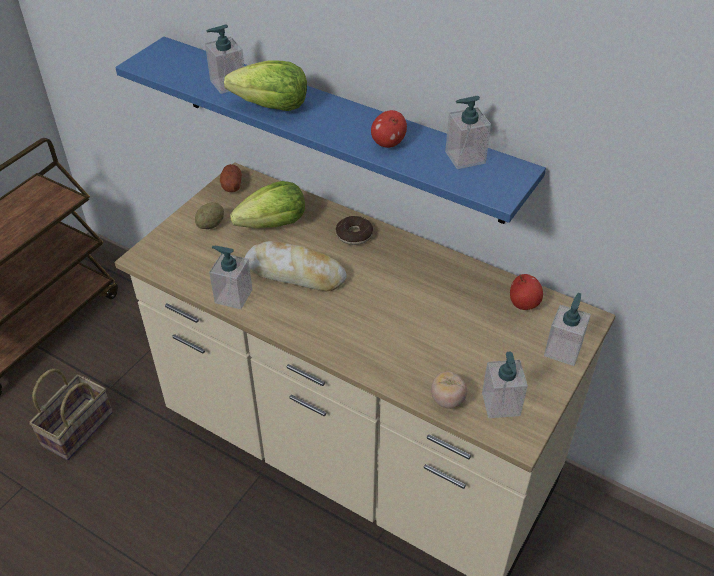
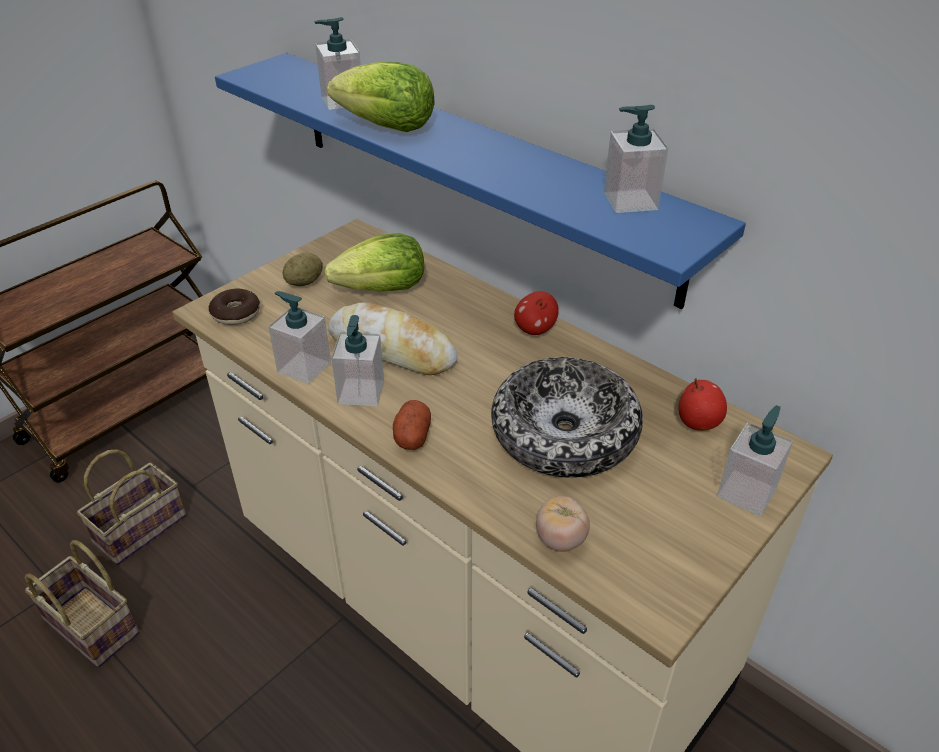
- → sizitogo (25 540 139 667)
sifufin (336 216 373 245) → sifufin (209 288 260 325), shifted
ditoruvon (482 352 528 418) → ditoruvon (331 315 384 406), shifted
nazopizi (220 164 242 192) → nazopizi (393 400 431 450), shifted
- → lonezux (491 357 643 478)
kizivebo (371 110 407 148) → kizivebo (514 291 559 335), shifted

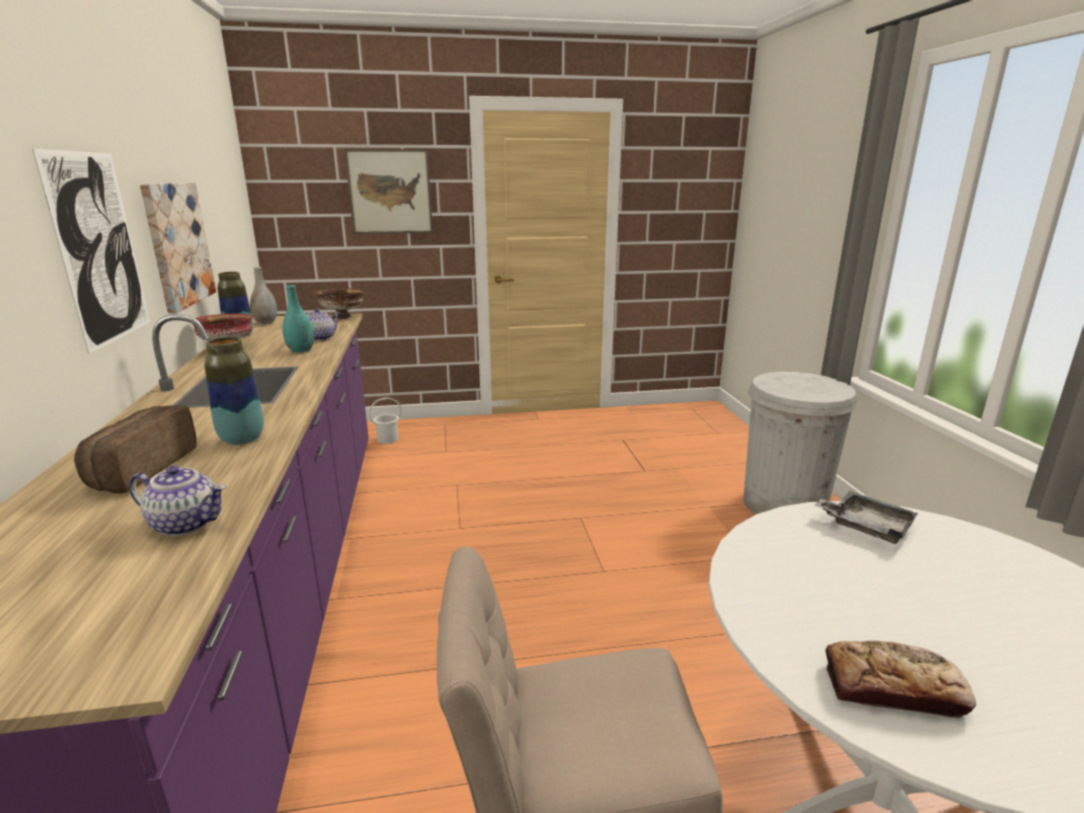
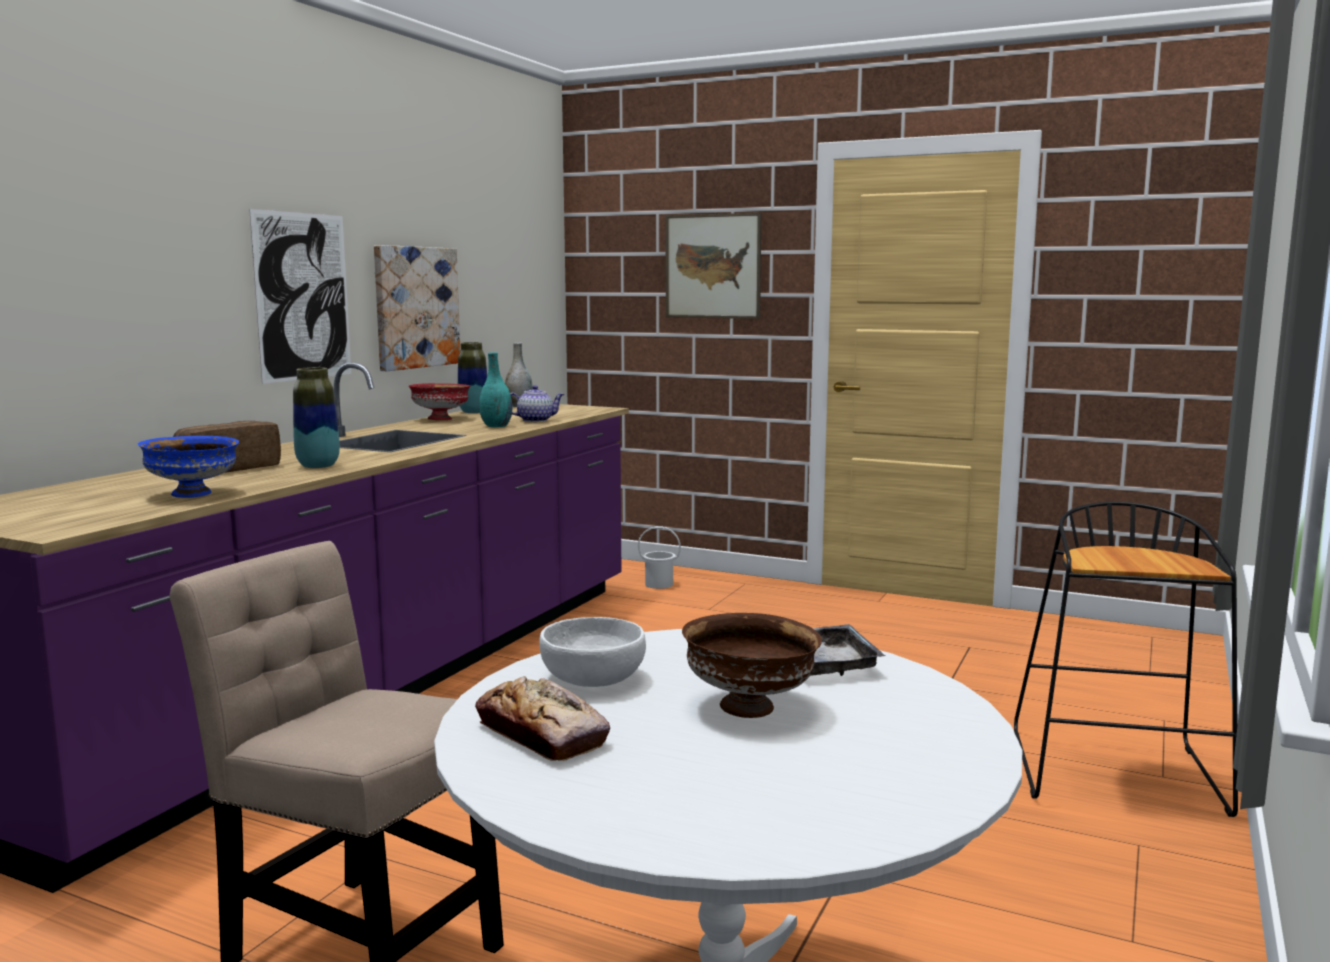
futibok (129 465 226 536) → lonezux (blue) (138 436 239 498)
- → lonezux (white) (539 617 646 687)
lonezux (brown) (316 288 364 319) → lonezux (brown) (682 613 822 718), shifted
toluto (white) (743 372 858 514) → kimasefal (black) (1014 502 1238 817)

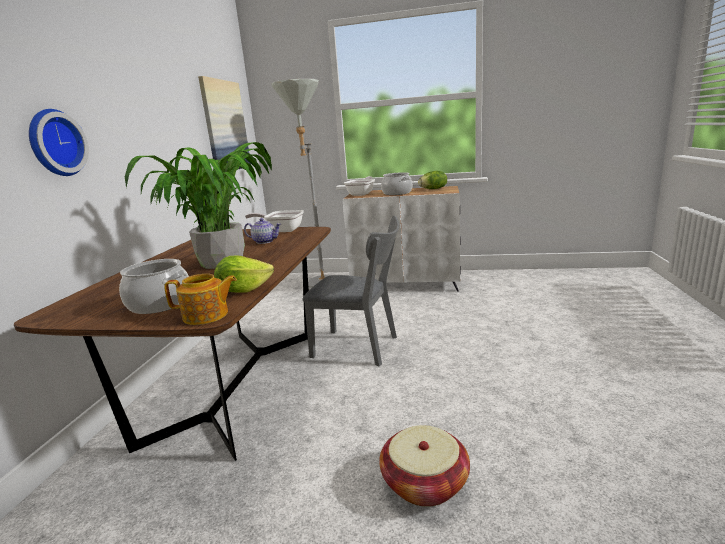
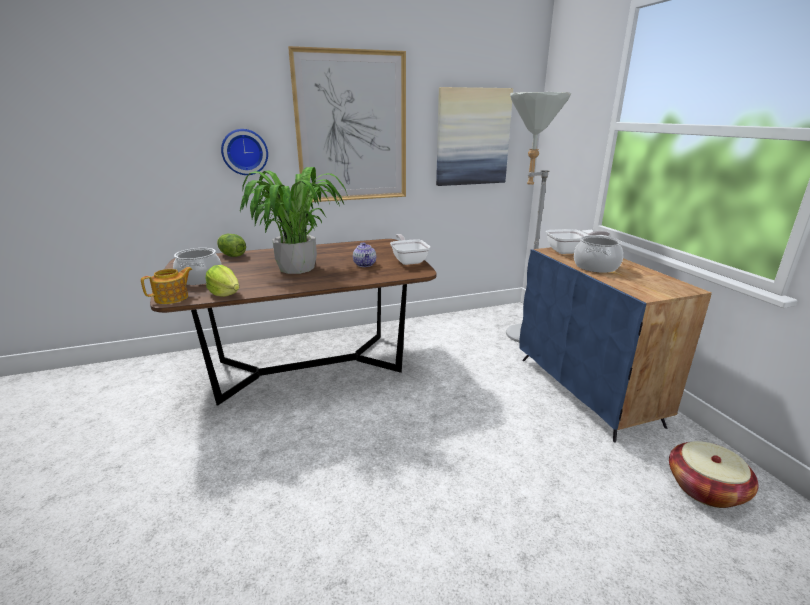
futibok (164 274 237 325) → futibok (141 267 193 304), 105 degrees counterclockwise
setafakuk (418 171 447 189) → setafakuk (217 234 246 257), shifted
- → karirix (288 46 406 202)
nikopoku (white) (342 186 461 292) → nikopoku (blue) (520 247 712 443)
sizitogo (379 425 470 507) → sizitogo (669 441 759 508), shifted
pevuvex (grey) (302 216 399 366) → -

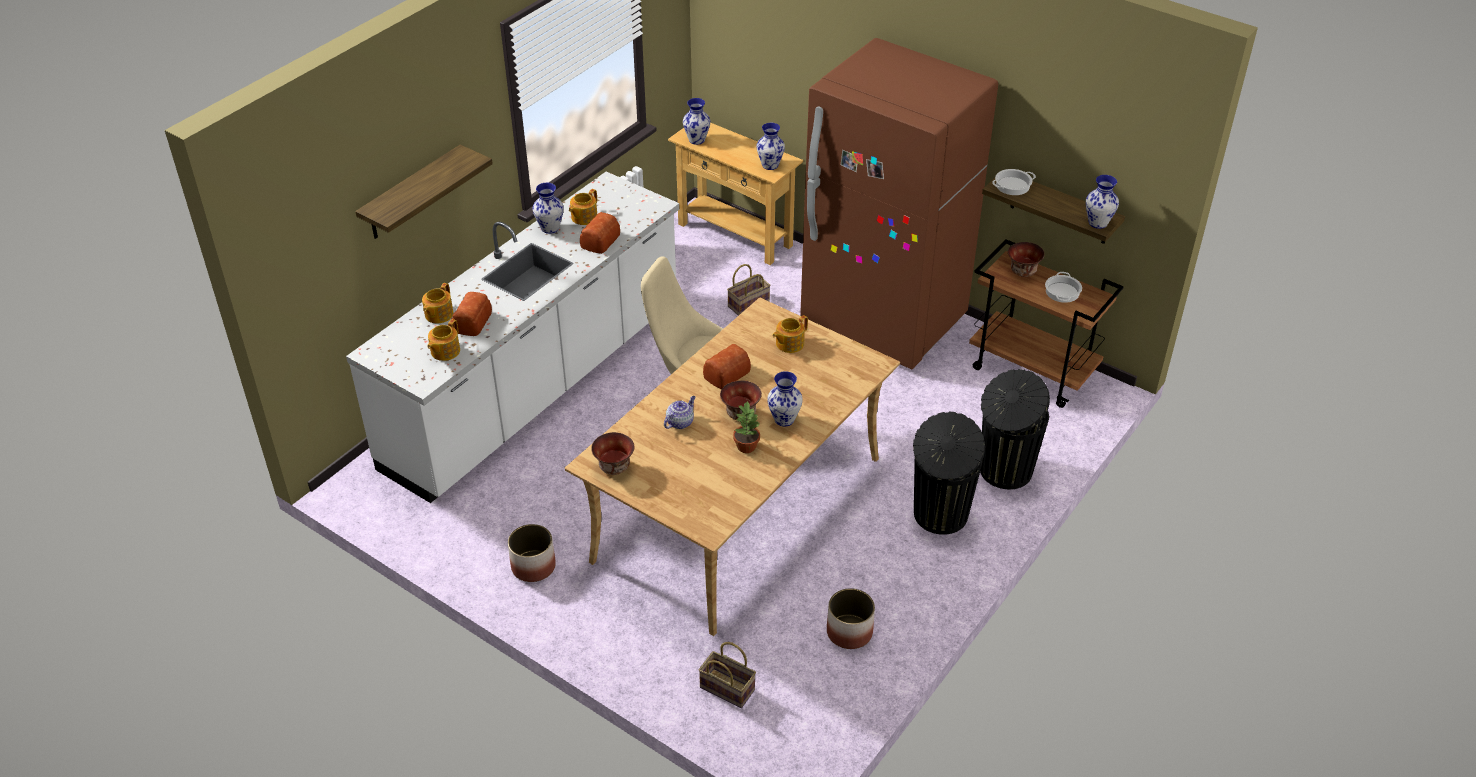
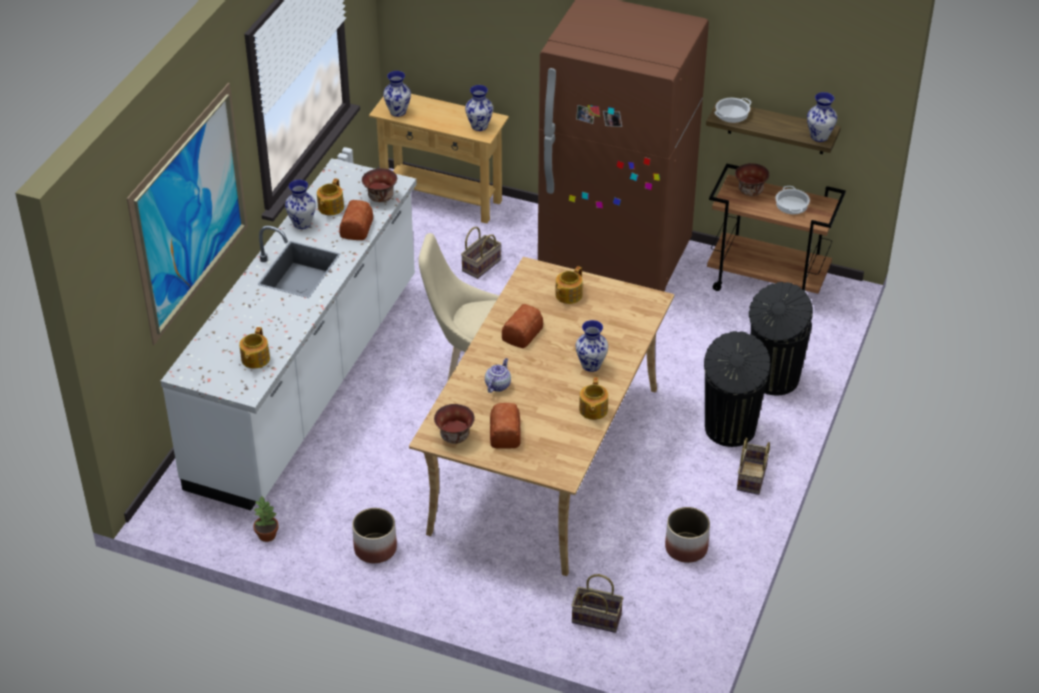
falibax (355 145 493 239) → karirix (127 83 248 345)
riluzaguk (733 401 760 453) → riluzaguk (253 496 279 542), shifted
lonezux (720 380 762 420) → lonezux (362 168 397 202), shifted
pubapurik (452 292 492 336) → pubapurik (490 403 521 449), shifted
futibok (422 283 454 323) → futibok (579 377 608 420), shifted
- → sizitogo (737 437 770 495)

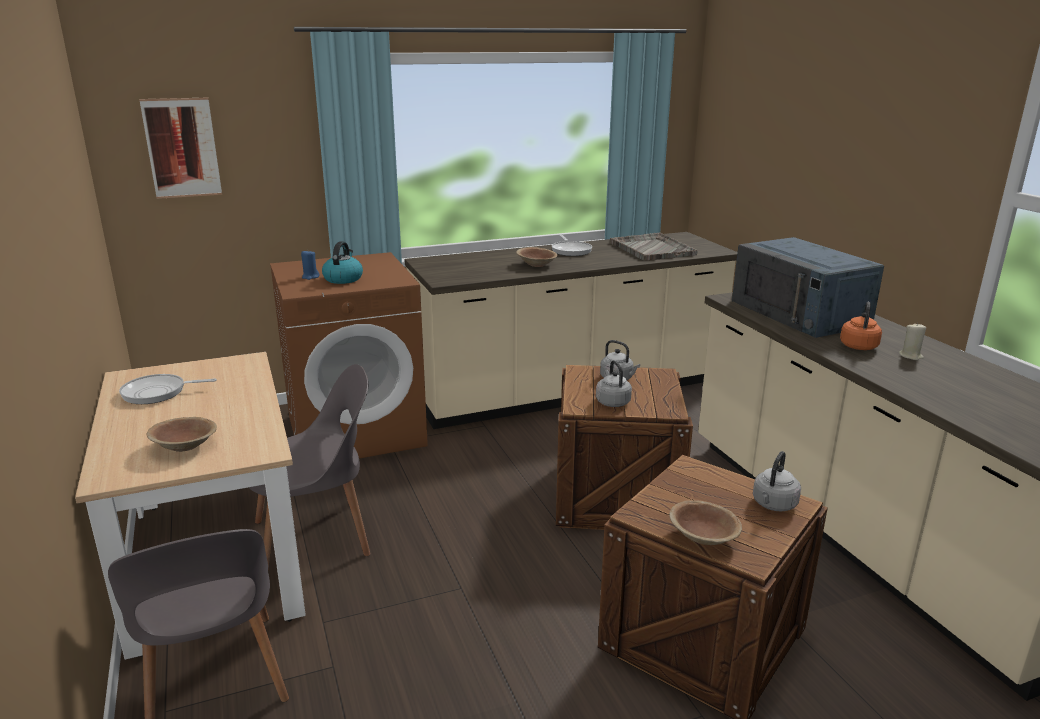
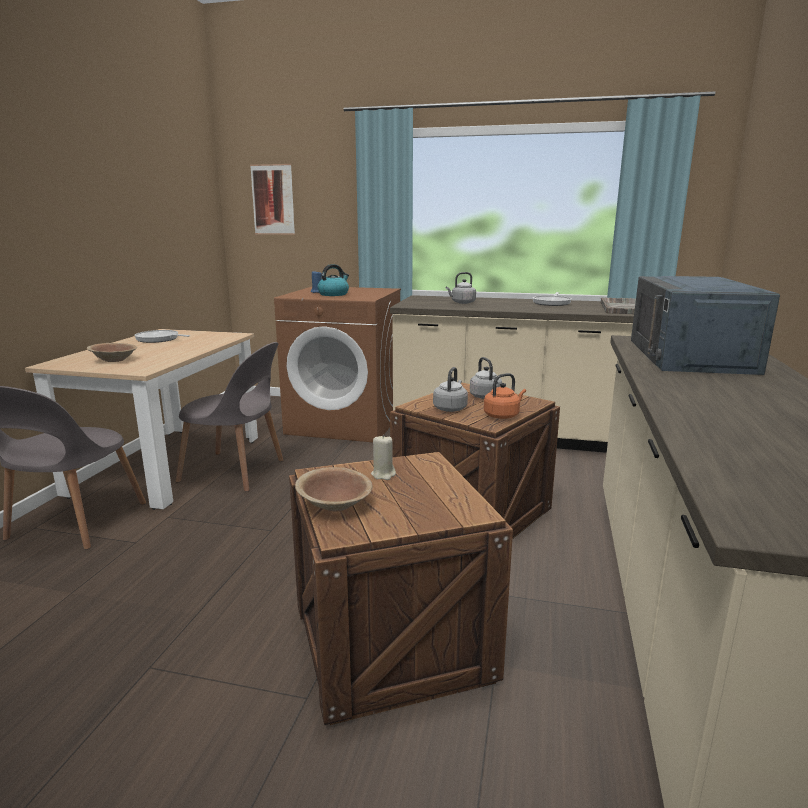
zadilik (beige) (899 323 926 360) → zadilik (beige) (371 435 396 480), shifted
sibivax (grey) (753 451 801 511) → sibivax (grey) (446 272 476 304), shifted
sibivax (orange) (840 302 882 350) → sibivax (orange) (484 373 526 419), shifted
lonezux (brown) (516 247 557 267) → -

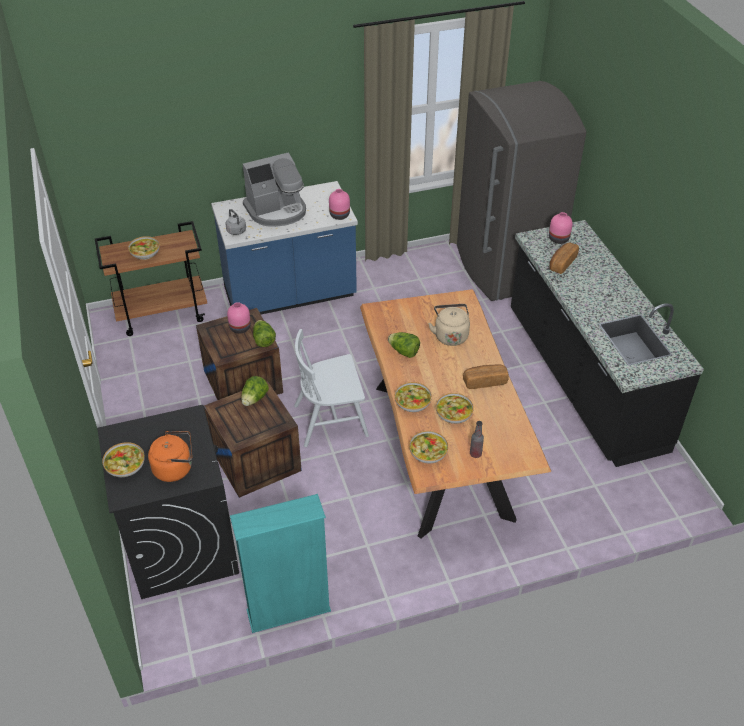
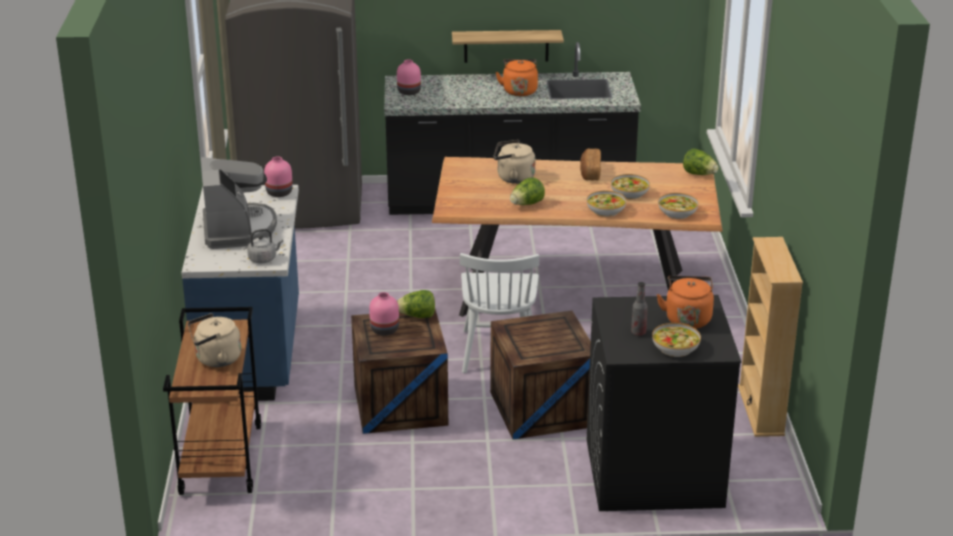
lonezux (128 236 160 260) → sibivax (beige) (188 313 241 367)
- → falibax (452 30 564 63)
- → sibivax (orange) (496 59 538 96)
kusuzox (470 421 484 458) → kusuzox (631 282 648 336), shifted
setafakuk (241 376 269 406) → setafakuk (683 149 718 175), shifted
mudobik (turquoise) (230 494 331 633) → mudobik (beige) (738 237 803 437)
pubapurik (550 242 579 274) → -

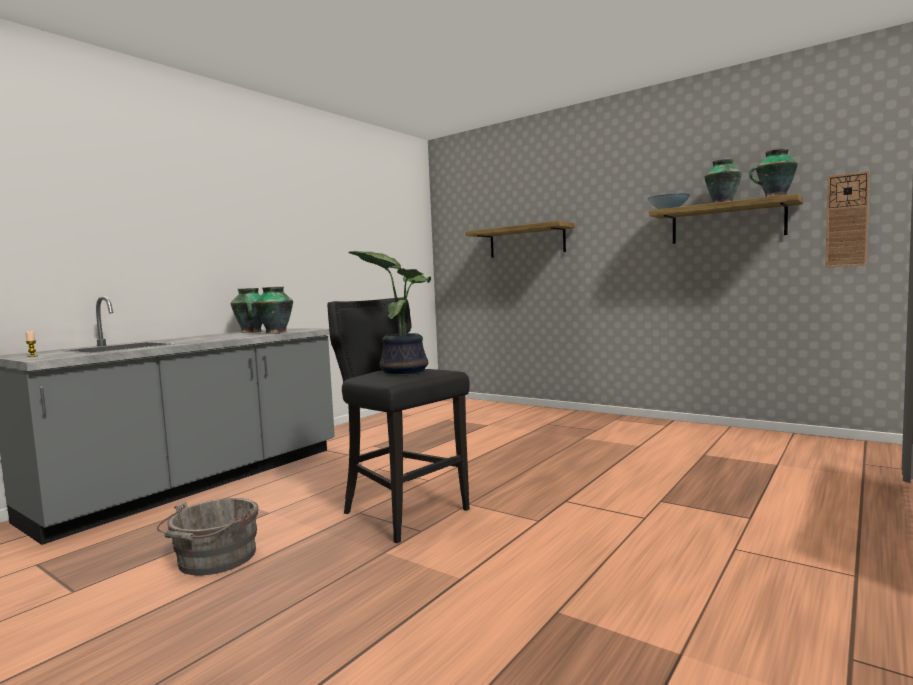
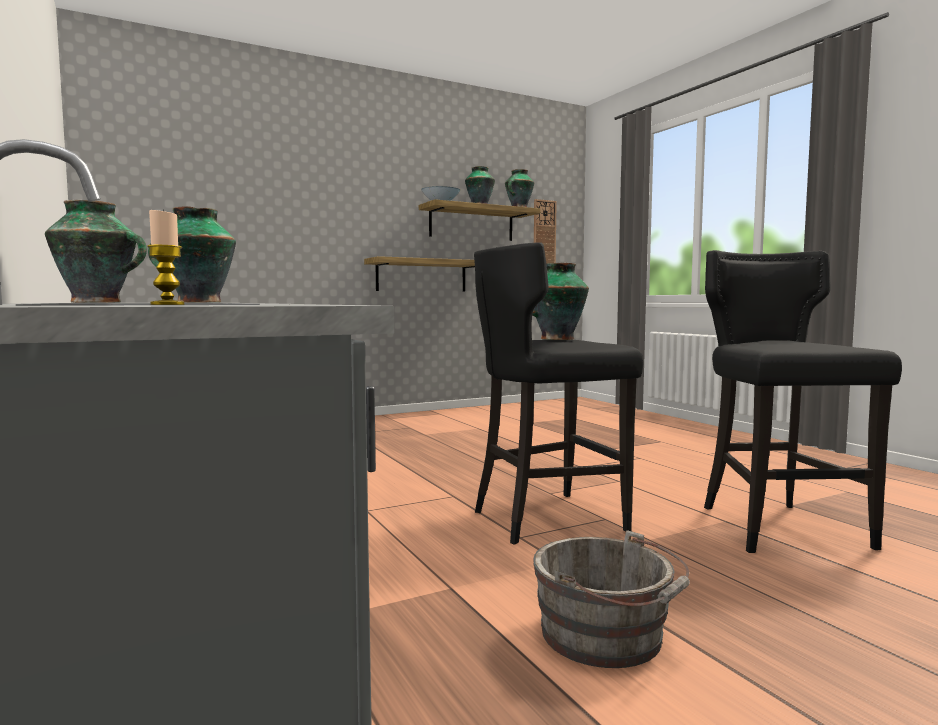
falibax (465 221 575 258) → falibax (364 256 475 292), shifted
riluzaguk (348 251 431 374) → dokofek (532 263 589 340)
- → kimasefal (black) (704 250 902 553)

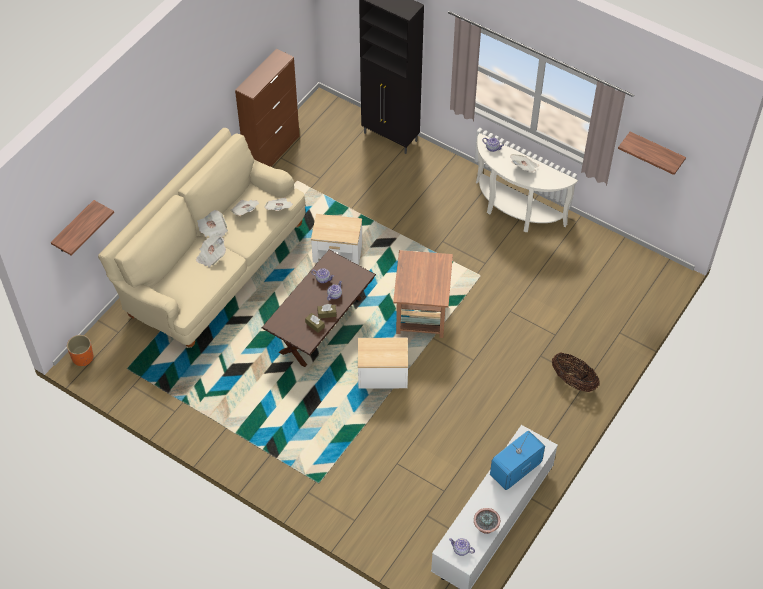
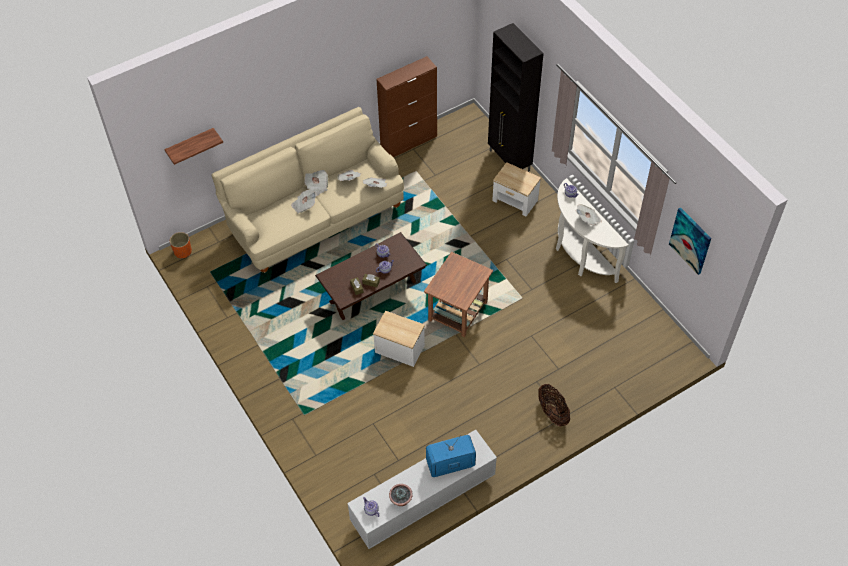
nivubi (311 214 362 265) → nivubi (492 162 541 216), shifted
falibax (618 132 686 175) → karirix (669 207 711 275)

